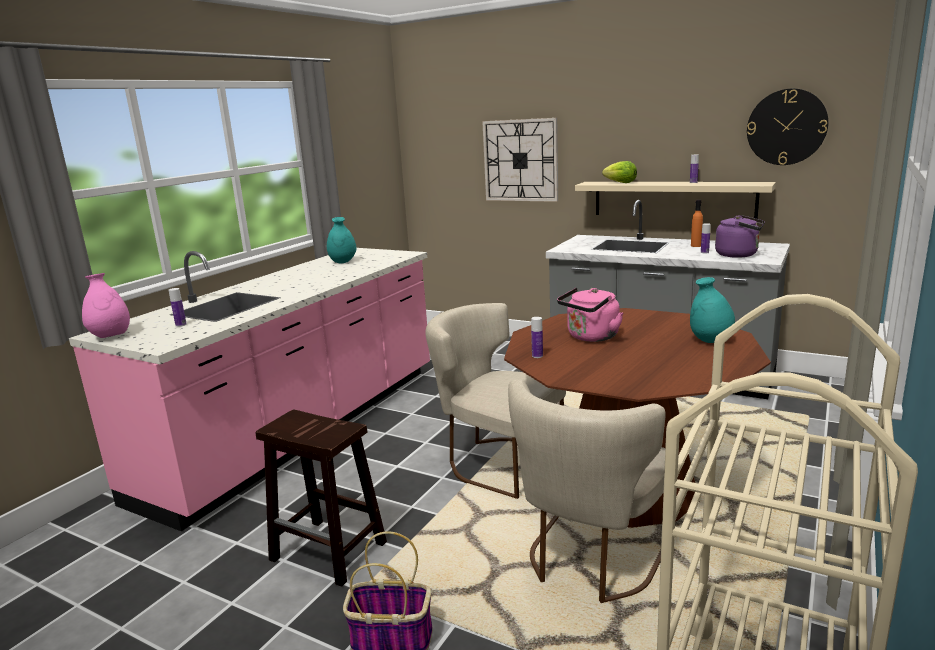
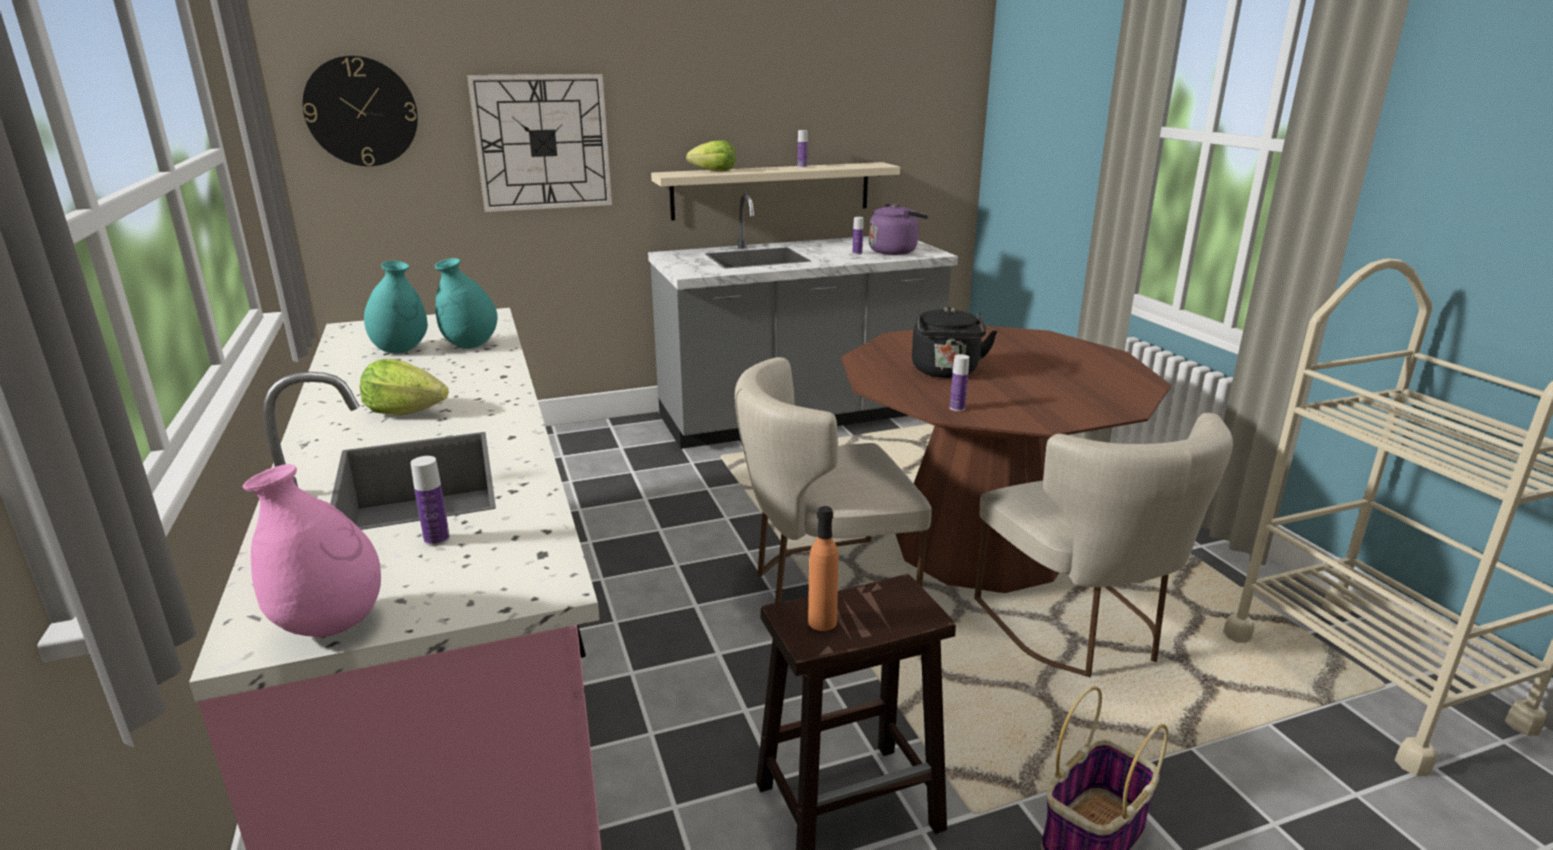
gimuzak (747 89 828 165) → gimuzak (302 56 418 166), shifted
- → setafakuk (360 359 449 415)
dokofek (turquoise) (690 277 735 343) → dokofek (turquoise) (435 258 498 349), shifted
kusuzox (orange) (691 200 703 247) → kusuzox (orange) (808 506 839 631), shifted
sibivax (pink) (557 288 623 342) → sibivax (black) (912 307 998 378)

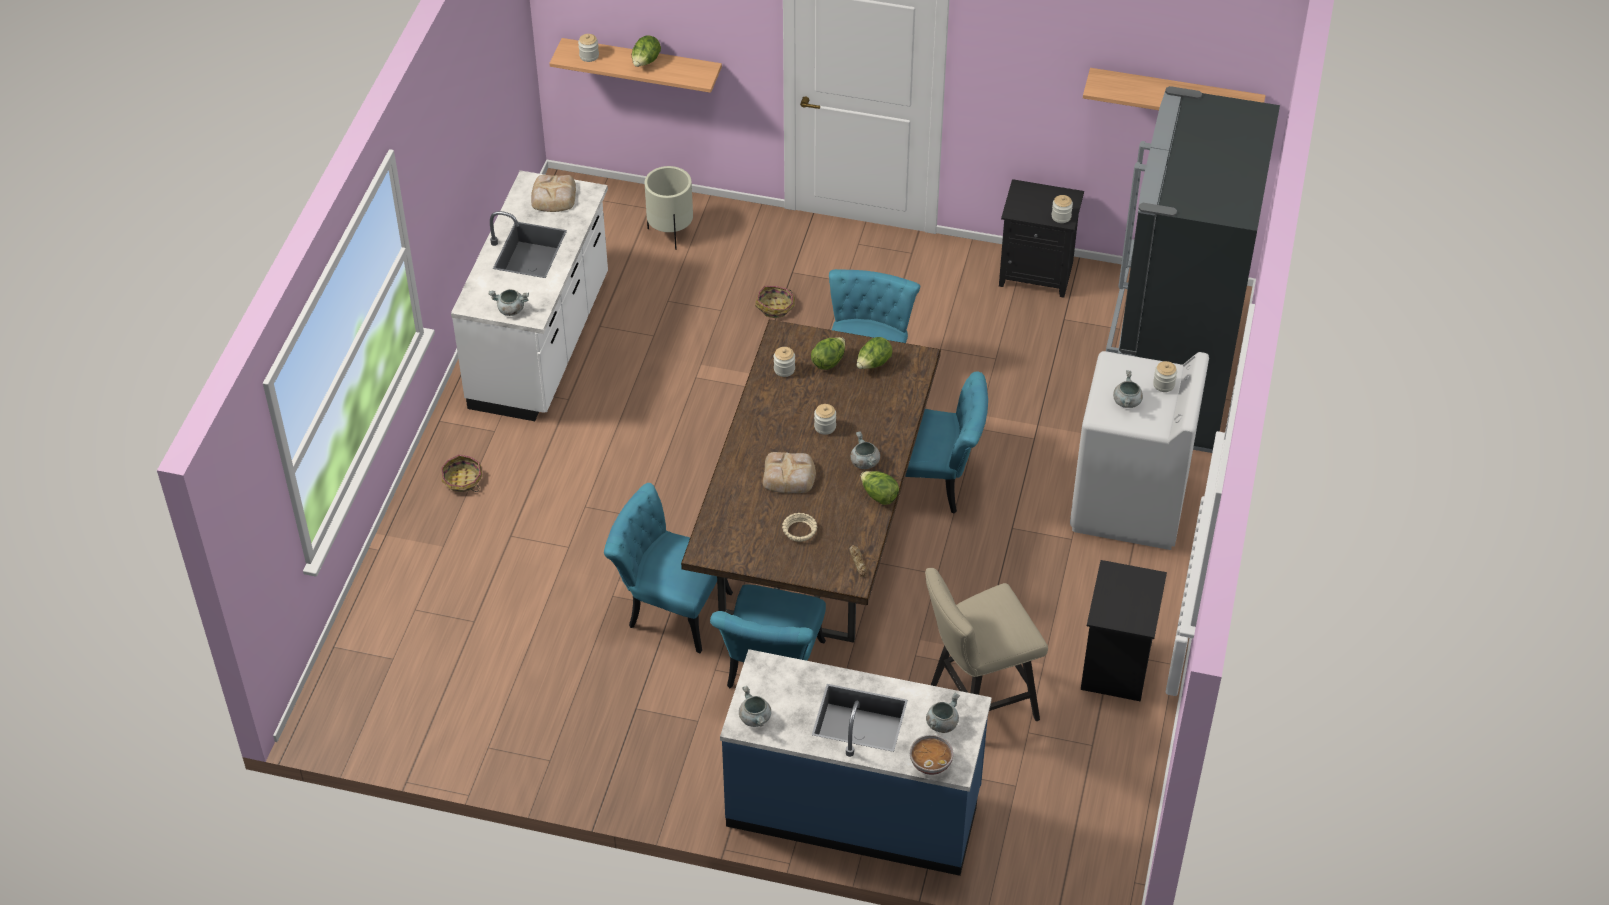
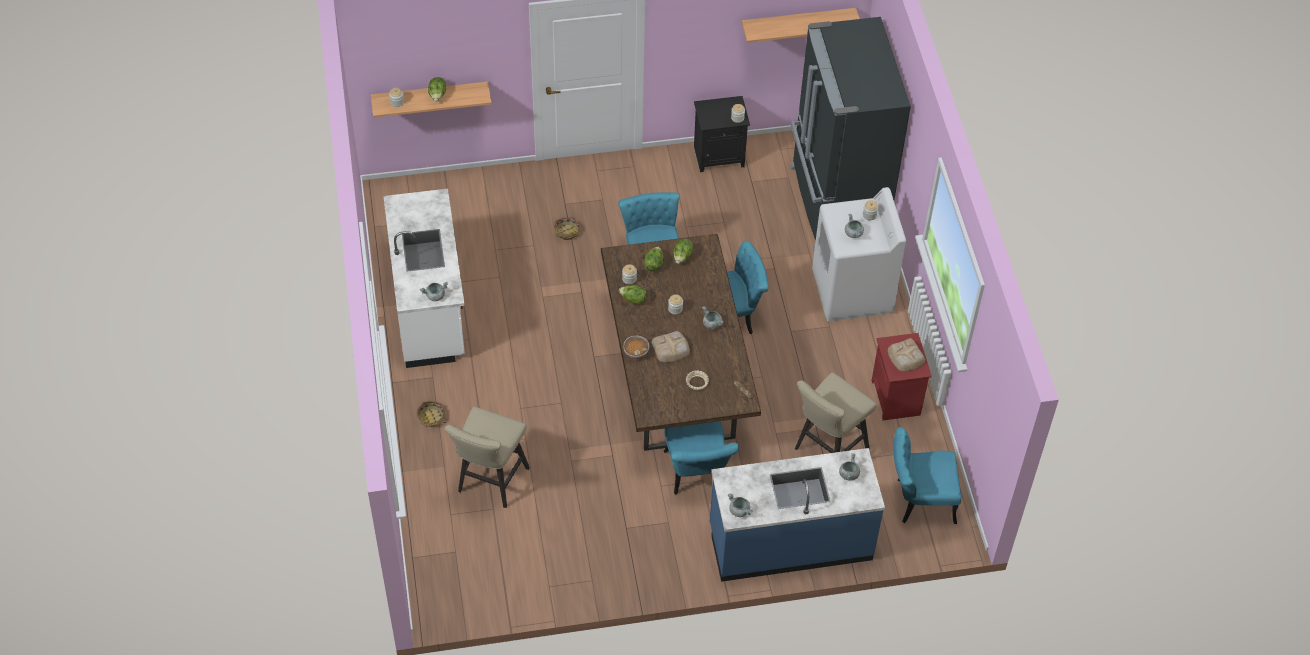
- → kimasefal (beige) (445 407 530 508)
setafakuk (861 471 899 505) → setafakuk (619 285 647 305), shifted
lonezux (910 735 954 775) → lonezux (623 335 649 359), shifted
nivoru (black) (1081 560 1167 702) → nivoru (red) (872 333 932 420)
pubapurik (531 175 576 212) → pubapurik (888 338 925 371), shifted
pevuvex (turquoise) (604 483 733 653) → pevuvex (turquoise) (893 427 961 524), shifted
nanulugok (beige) (644 166 693 250) → -

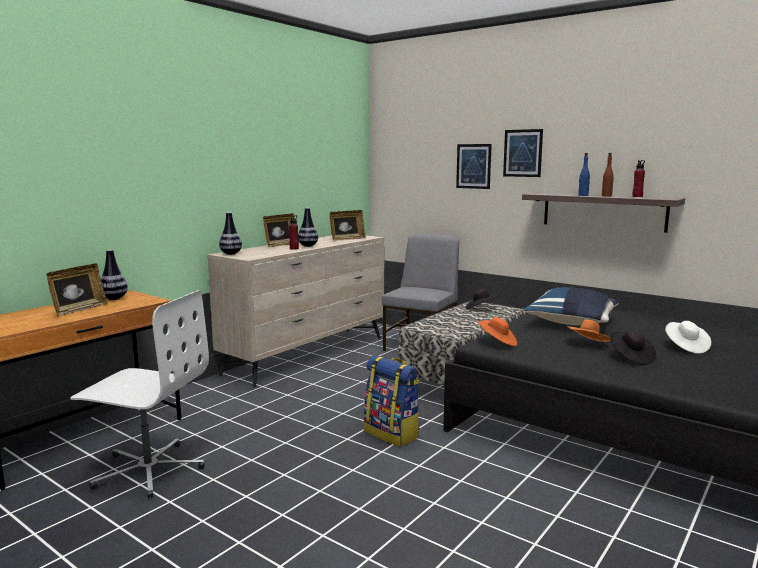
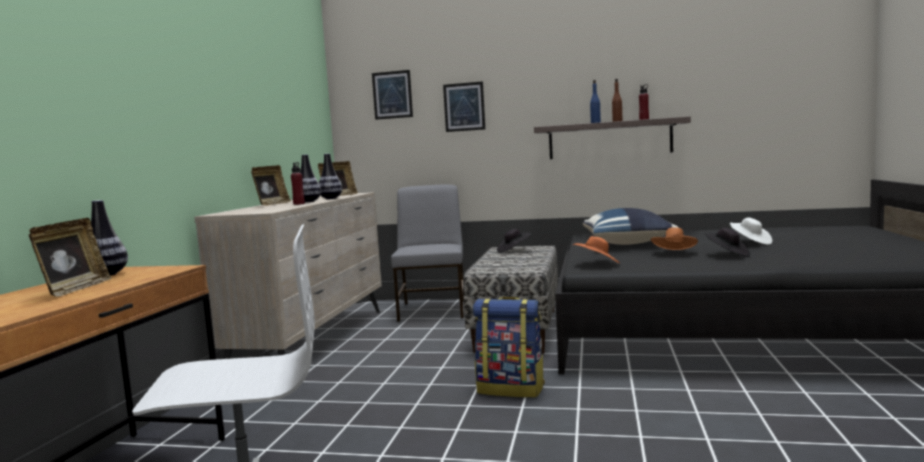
dokofek (219 212 242 255) → dokofek (319 154 342 199), shifted
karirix (503 129 543 177) → karirix (372 70 413 120), shifted

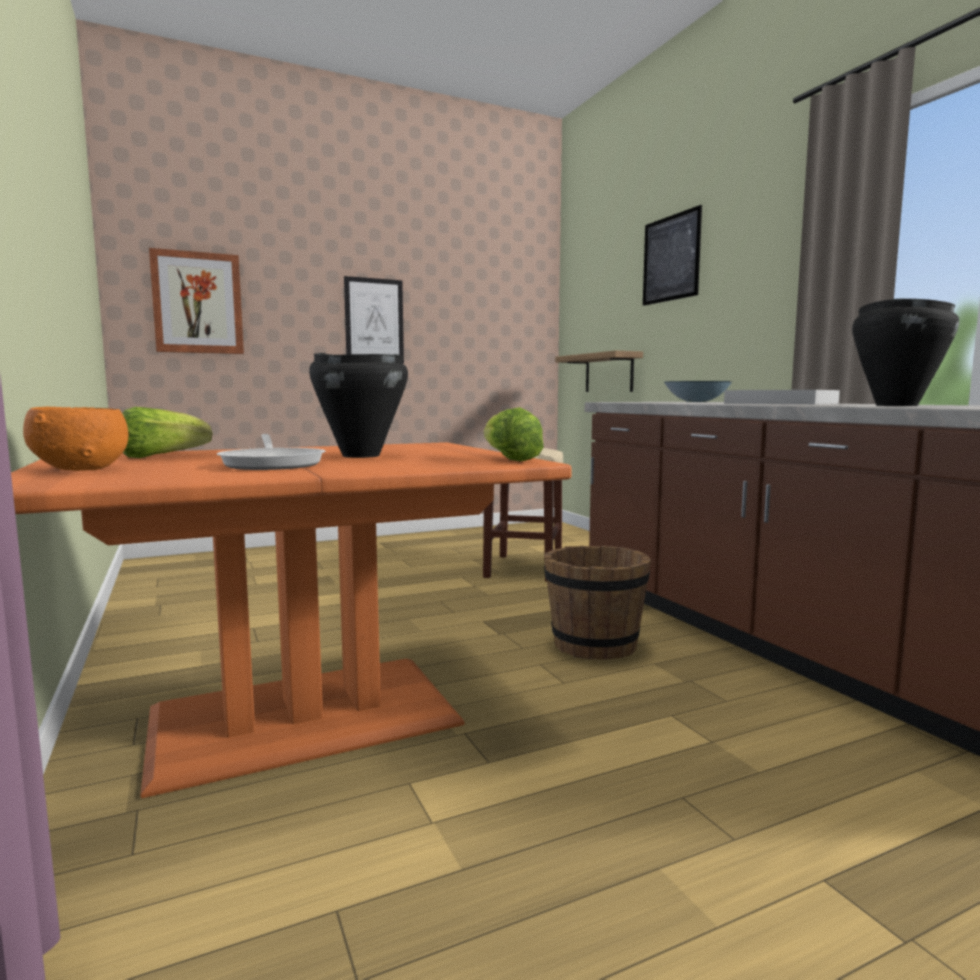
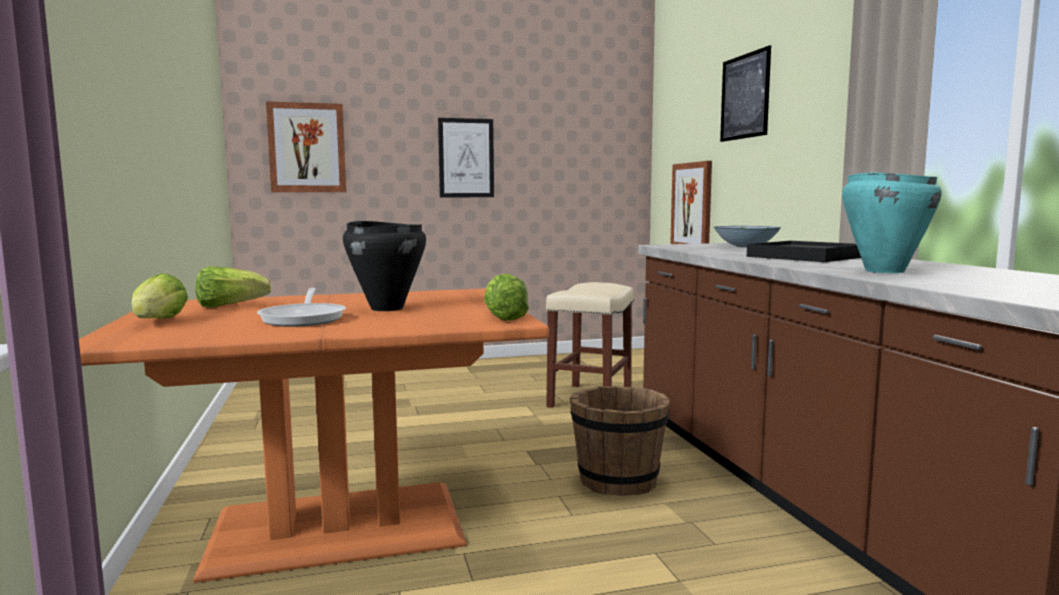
lonezux (orange) (23 407 128 471) → setafakuk (131 273 188 319)
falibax (555 351 643 392) → karirix (670 161 712 244)
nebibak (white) (724 390 840 404) → nebibak (black) (747 241 861 262)
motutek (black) (852 299 959 406) → motutek (turquoise) (842 172 942 273)

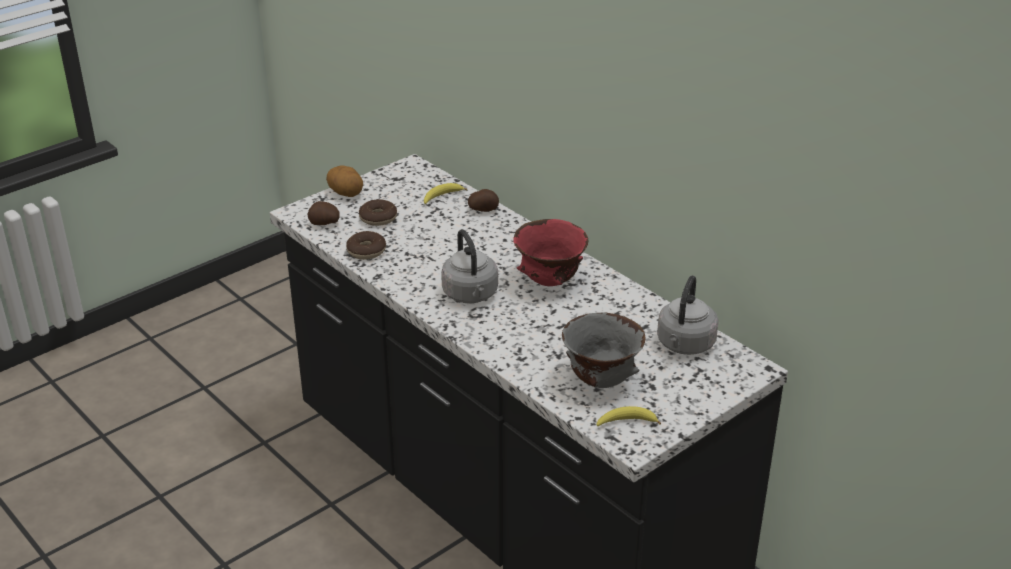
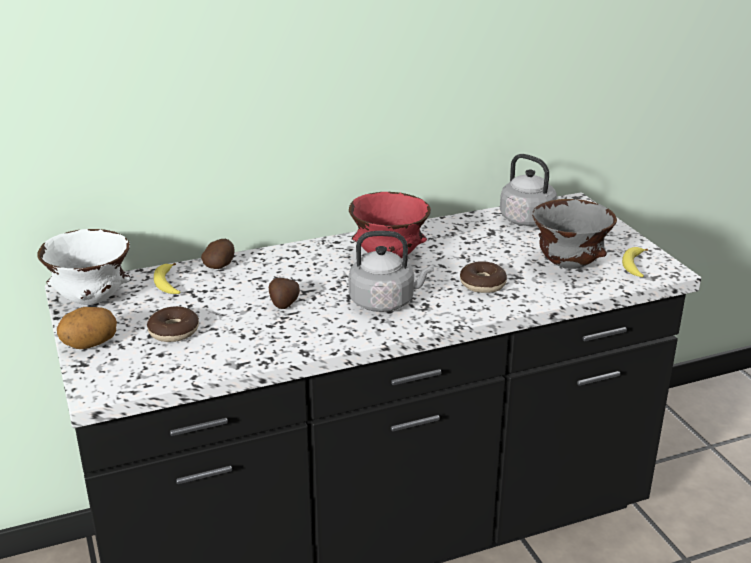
- → lonezux (white) (37 229 131 305)
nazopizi (307 201 340 225) → nazopizi (269 278 300 309), shifted
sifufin (346 231 386 260) → sifufin (460 261 507 293), shifted

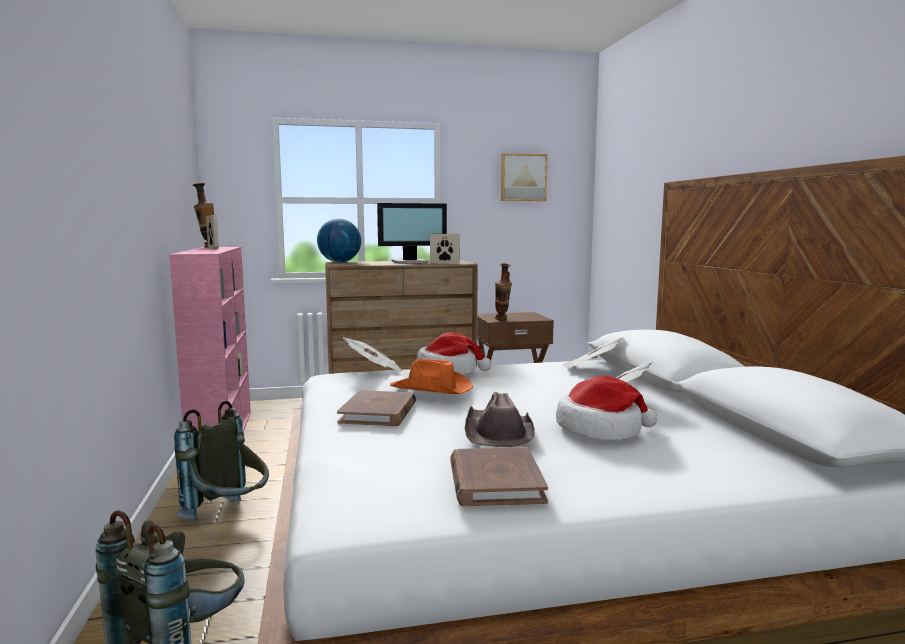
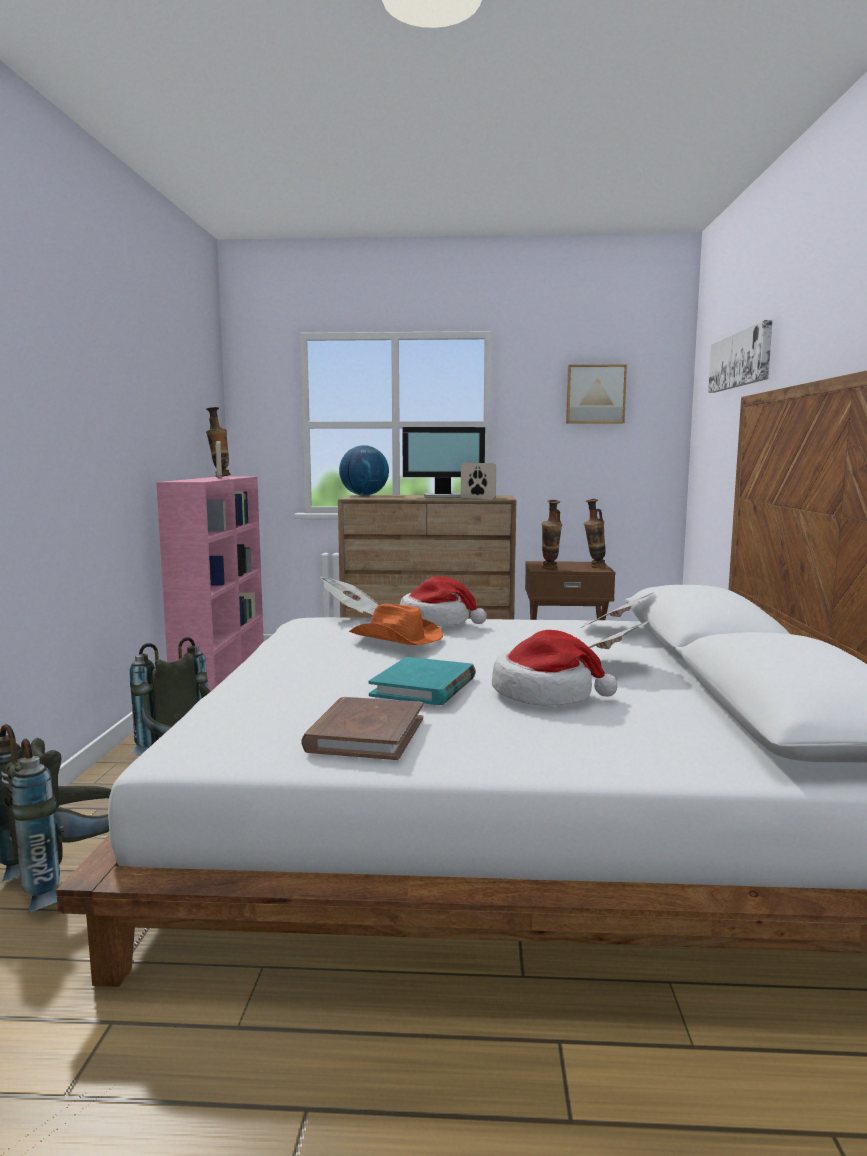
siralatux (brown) (465 392 535 447) → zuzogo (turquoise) (369 657 476 705)
- → dokofek (584 499 606 568)
- → karirix (708 320 773 393)
zuzogo (brown) (337 390 416 426) → -

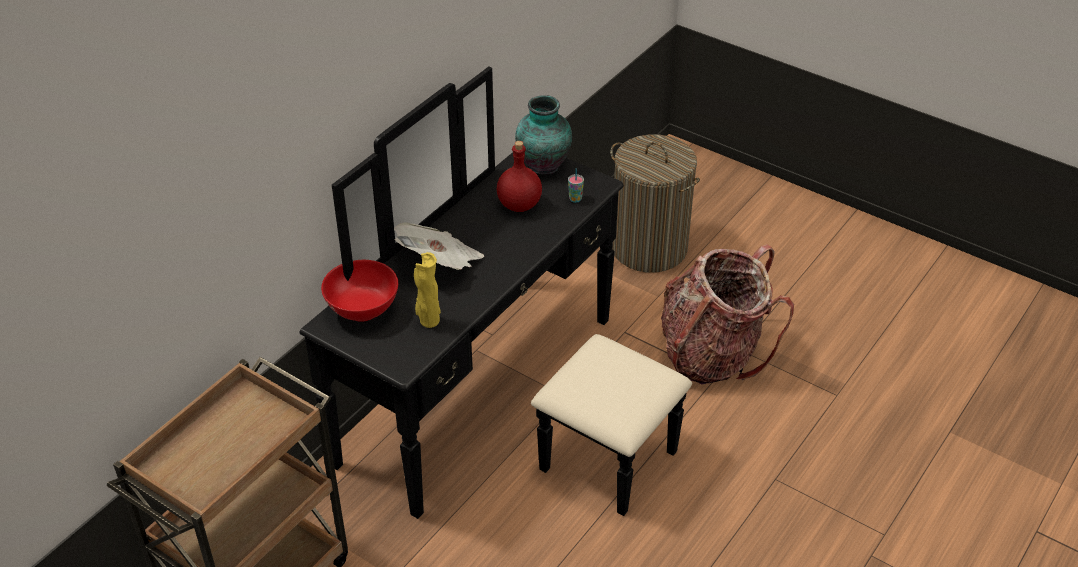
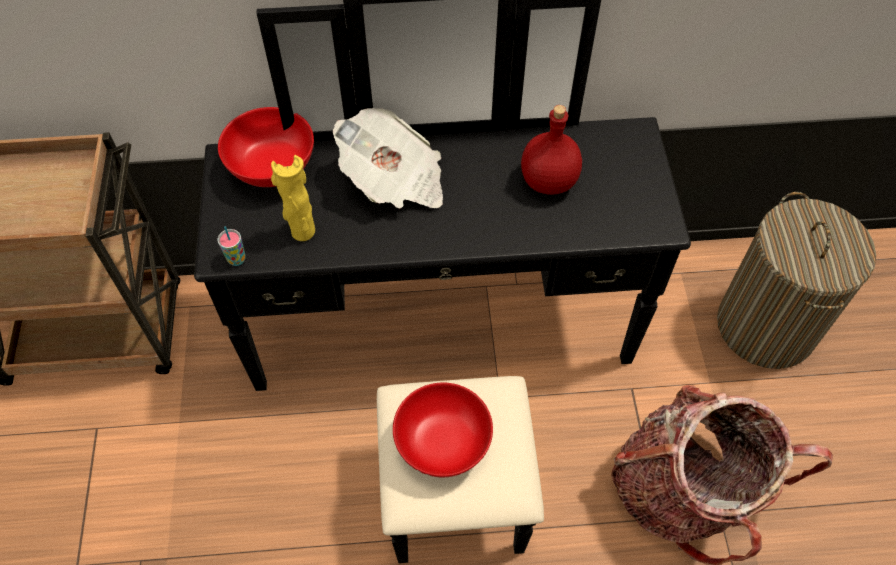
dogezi (568 169 584 203) → dogezi (218 227 246 266), shifted
- → lonezux (red) (393 383 493 477)
dokofek (515 95 572 175) → -

